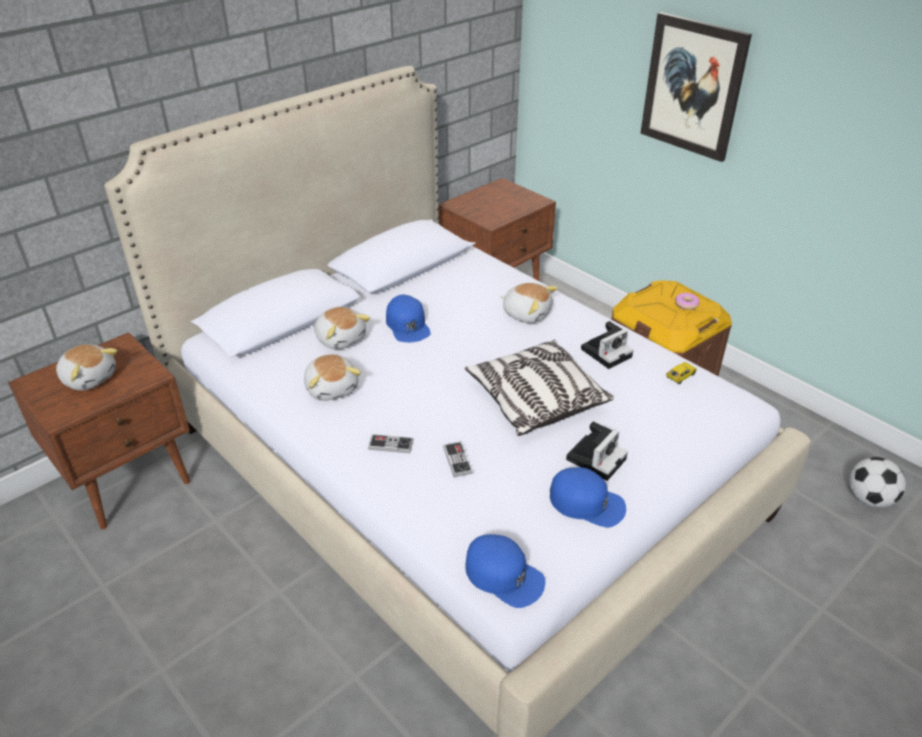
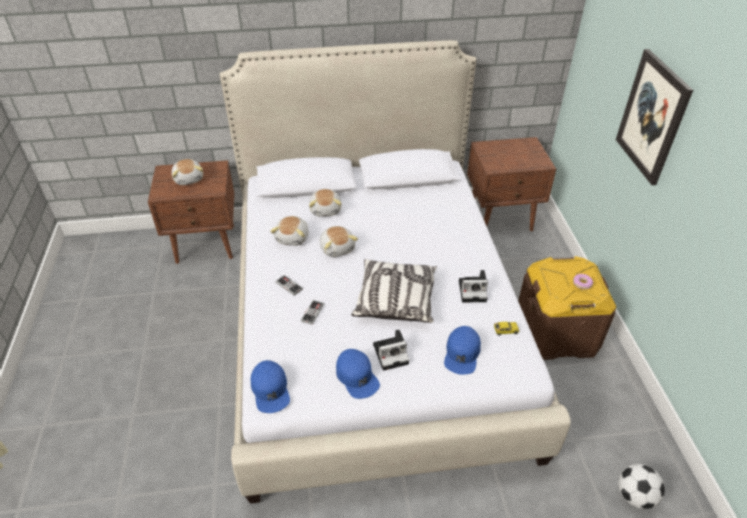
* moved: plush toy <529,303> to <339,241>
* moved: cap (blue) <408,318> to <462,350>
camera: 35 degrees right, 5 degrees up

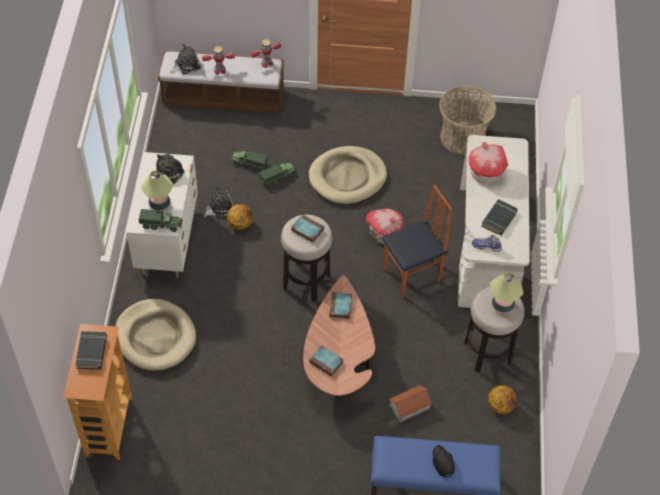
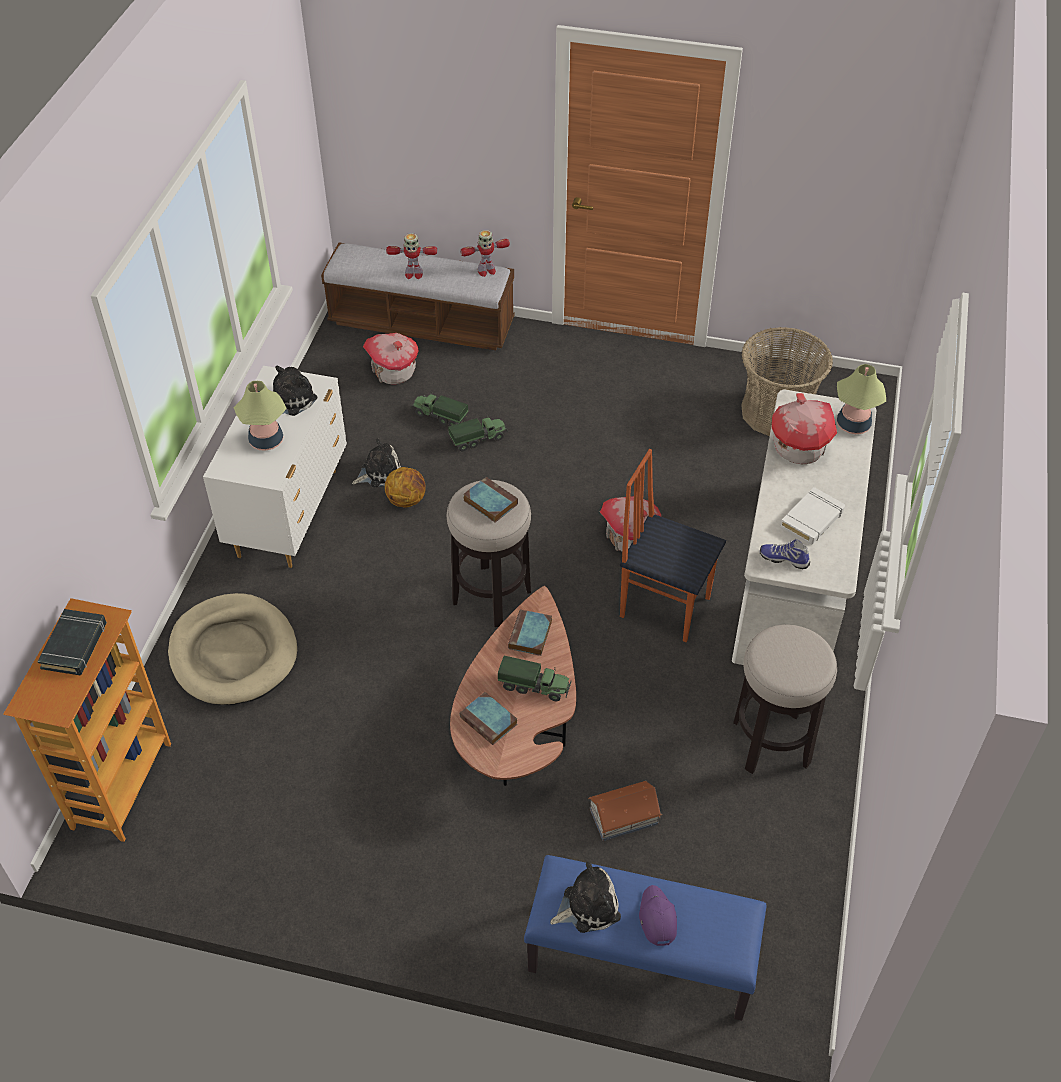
* added: toy house <390,358>
* moved: toy truck <160,220> to <535,678>
* moved: plush toy <185,59> to <585,897>
* turned: chair <417,241> = <673,545> 135 degrees counterclockwise
* recoloured: cap (black) <444,461> to cap (purple) <658,915>
* recoloured: book (black) <499,217> to book (white) <812,516>
* moved: table lamp <506,292> to <861,399>
* removed: dog bed (beige) <348,175>
* removed: basketball <502,399>
camera: 10 degrees right, 5 degrees down

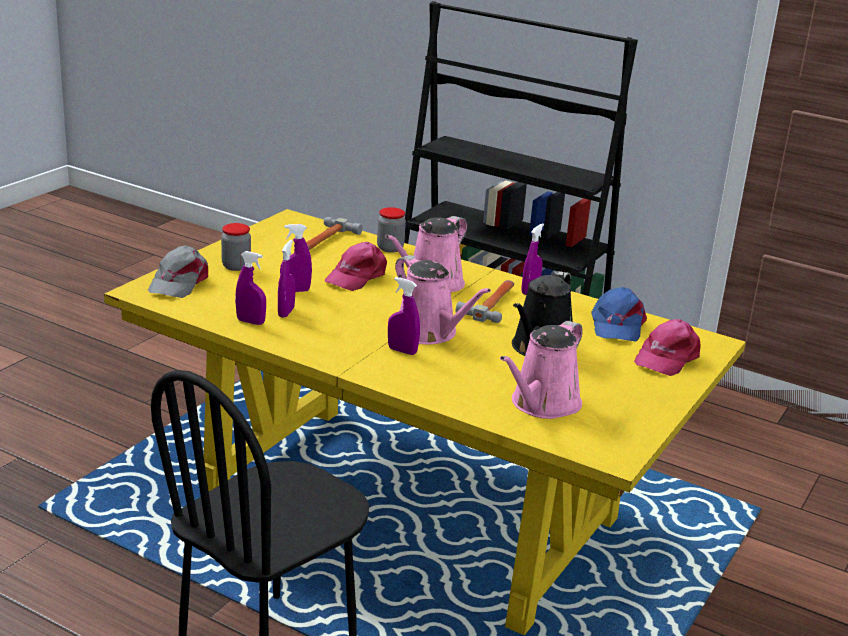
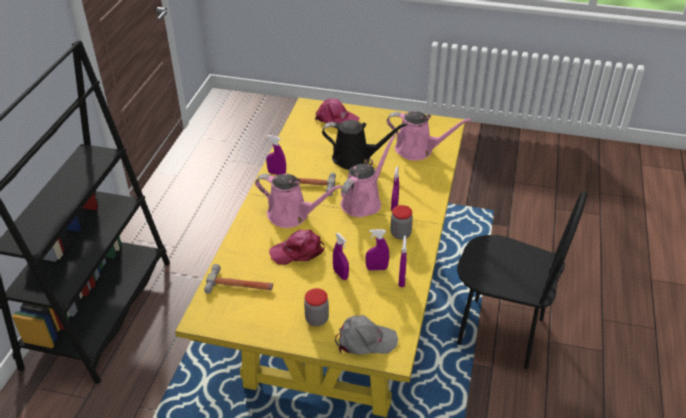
* turned: cap (pink) <356,266> = <297,247> 150 degrees clockwise
* moved: jar <391,230> to <401,222>
* removed: cap (blue) <619,314>
camera: 105 degrees left, 15 degrees up

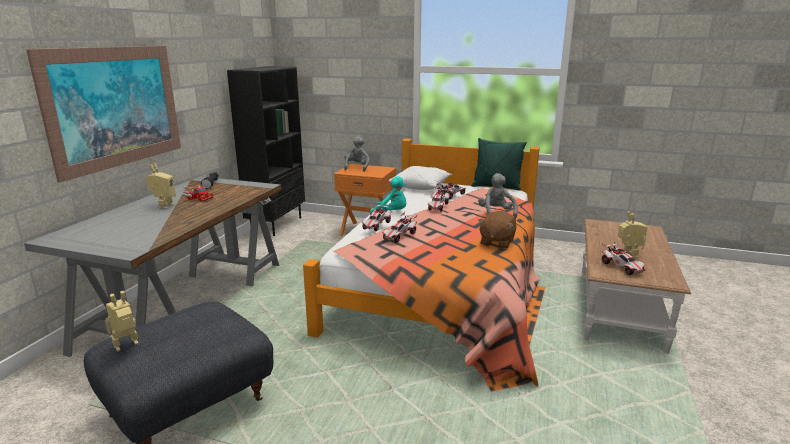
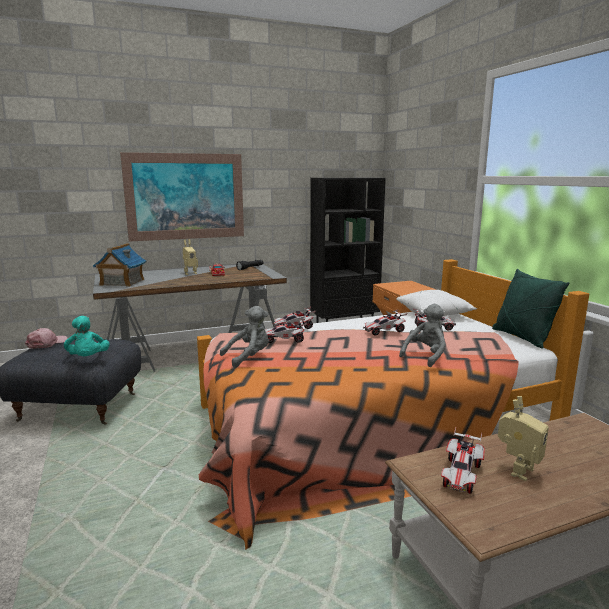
* replaced: toy robot <122,321> to cap (pink) <46,338>
* moved: plush toy (turquoise) <388,195> to <87,336>
* added: toy house <119,265>
* moved: plush toy (grey) <357,154> to <244,337>
* removed: plush toy (brown) <497,230>
camera: 50 degrees right, 5 degrees down

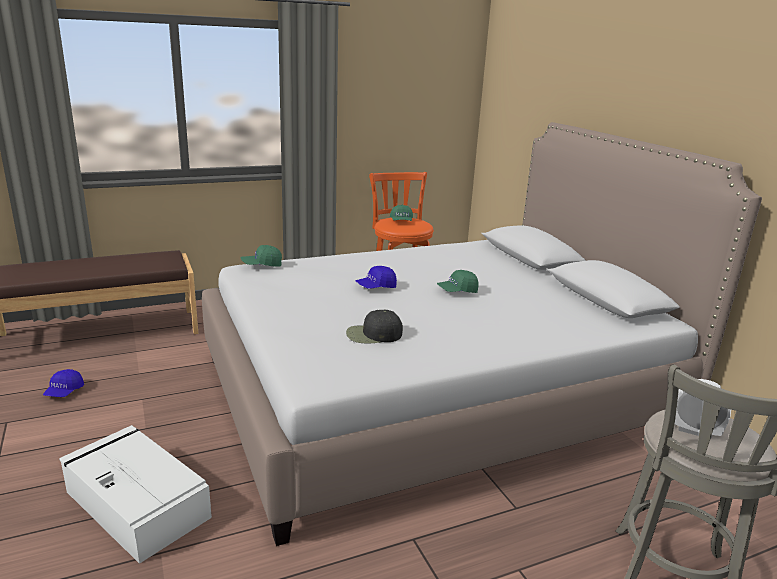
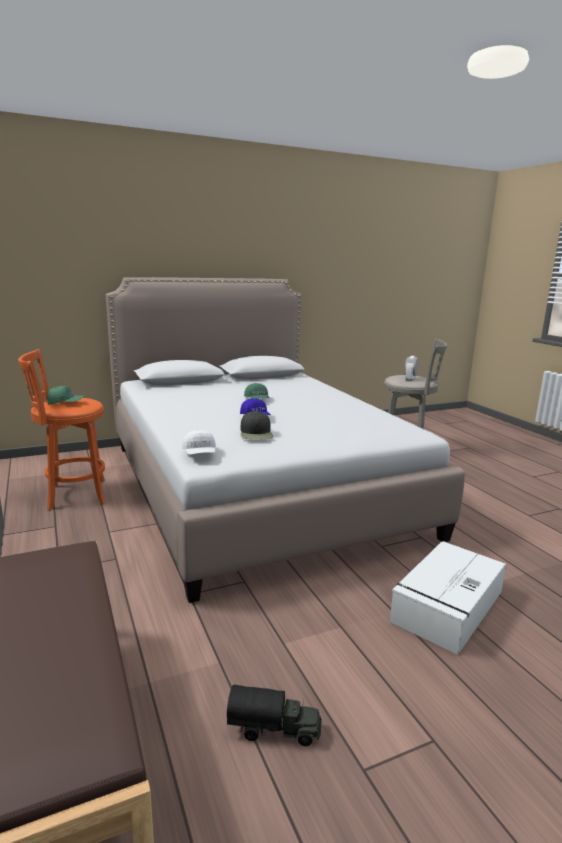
* recoloured: cap (green) <261,256> to cap (white) <199,442>
* replaced: cap (blue) <63,383> to toy truck <274,715>
* moved: cap (black) <374,326> to <257,425>
camera: 90 degrees left, 5 degrees down

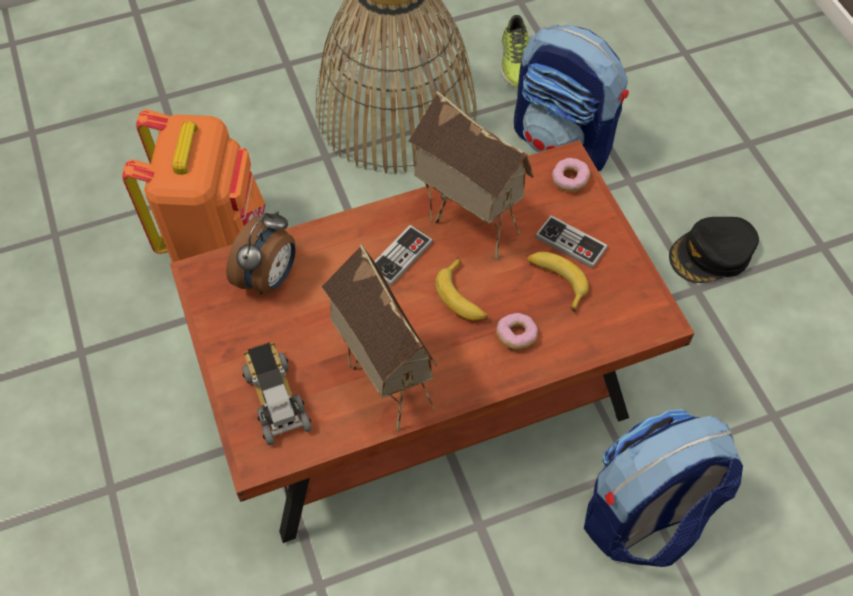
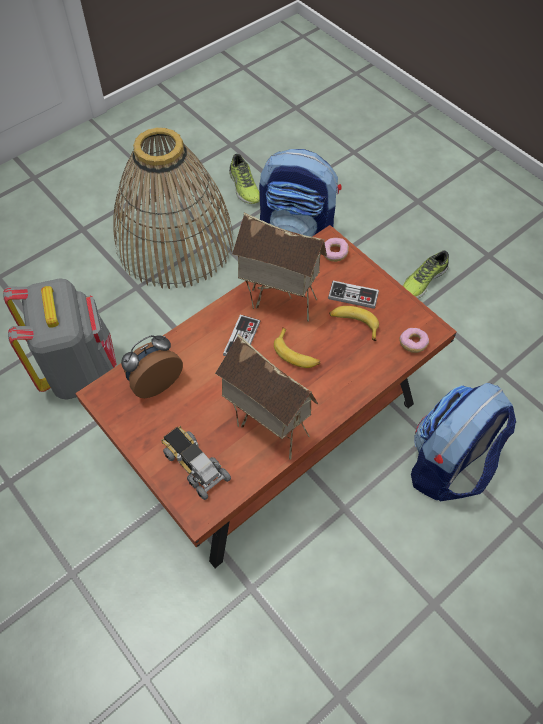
* recoloured: backpack (orange) <193,186> to backpack (grey) <60,339>
* turned: alarm clock <261,252> = <152,366> 135 degrees counterclockwise
* moved: donut <517,331> to <414,340>
* replaced: cap (black) <714,250> to shoe <426,275>
camera: 20 degrees left, 0 degrees up

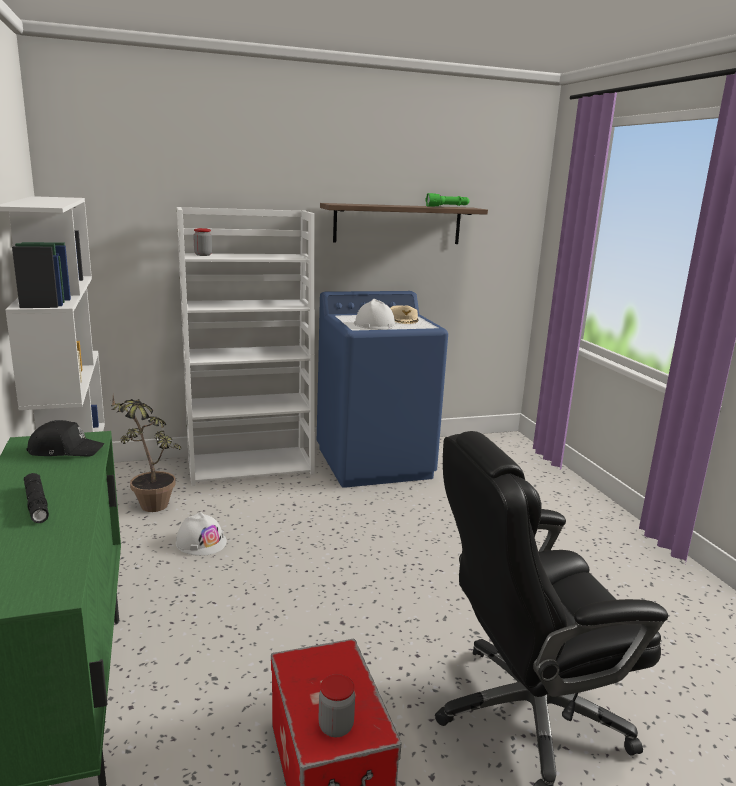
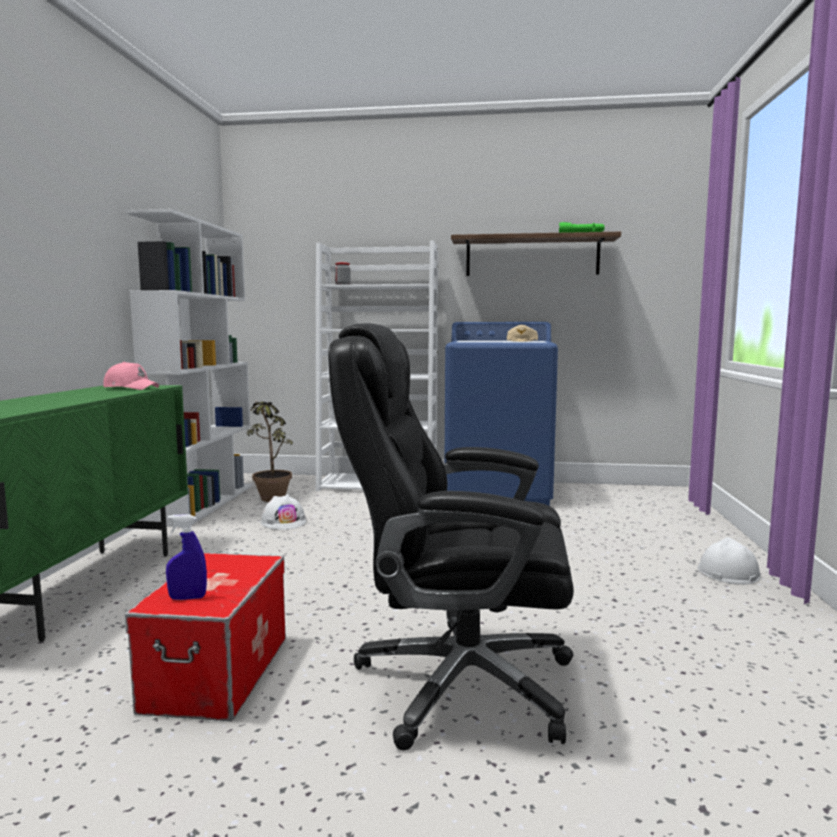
* recoloured: cap (black) <65,438> to cap (pink) <131,376>
* replaced: jar <337,705> to spray bottle (blue) <186,557>
* moved: hard hat (white) <374,314> to <729,561>
* removed: flashlight (black) <36,498>
camera: 25 degrees right, 10 degrees down

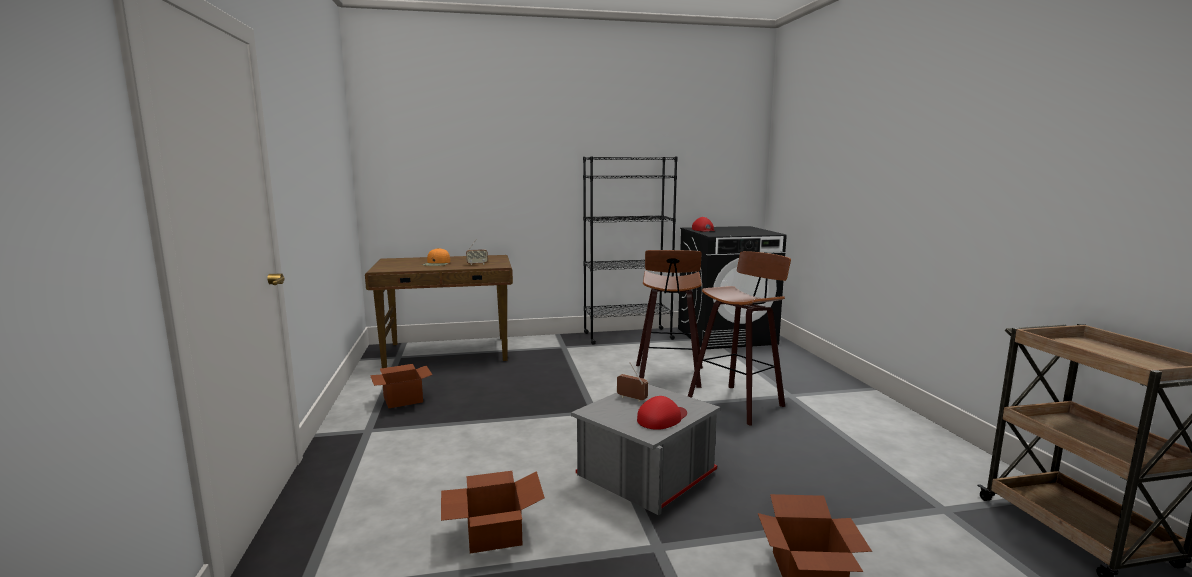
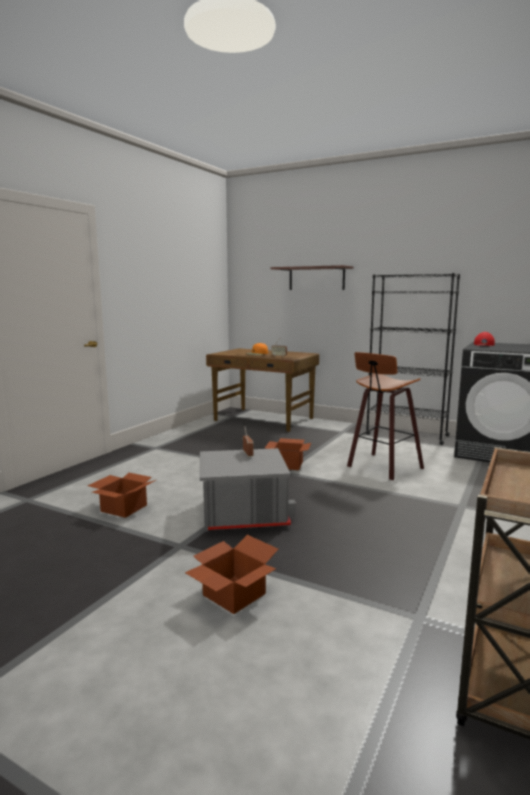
* moved: cardboard box <401,386> to <288,454>
* added: shelf <311,277>
* removed: cap (red) <662,413>
* removed: stool <739,338>
camera: 40 degrees right, 0 degrees up

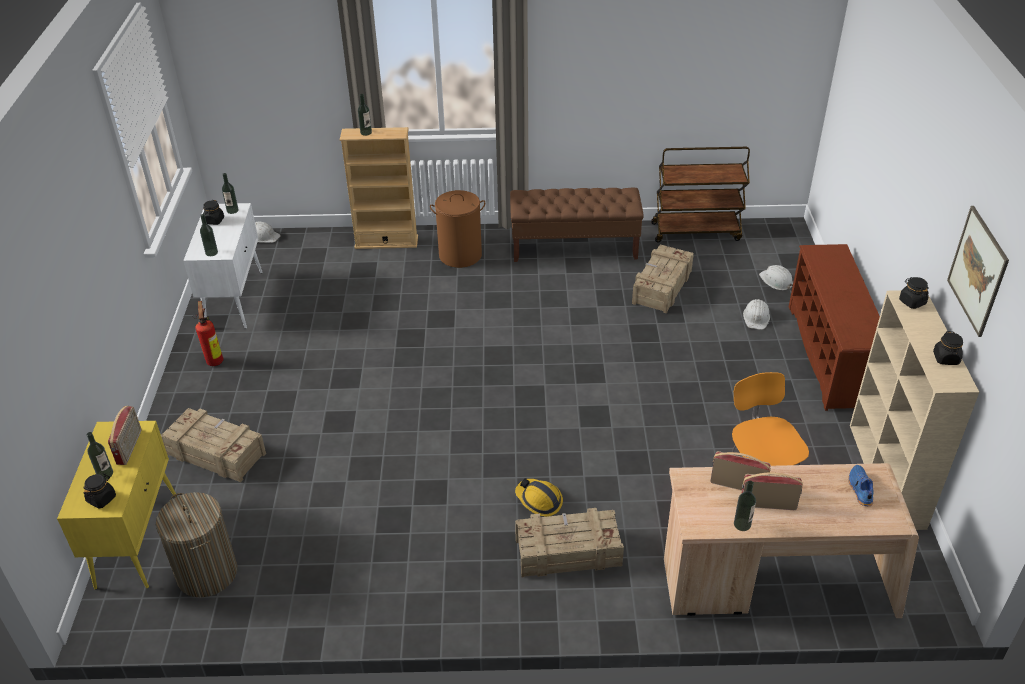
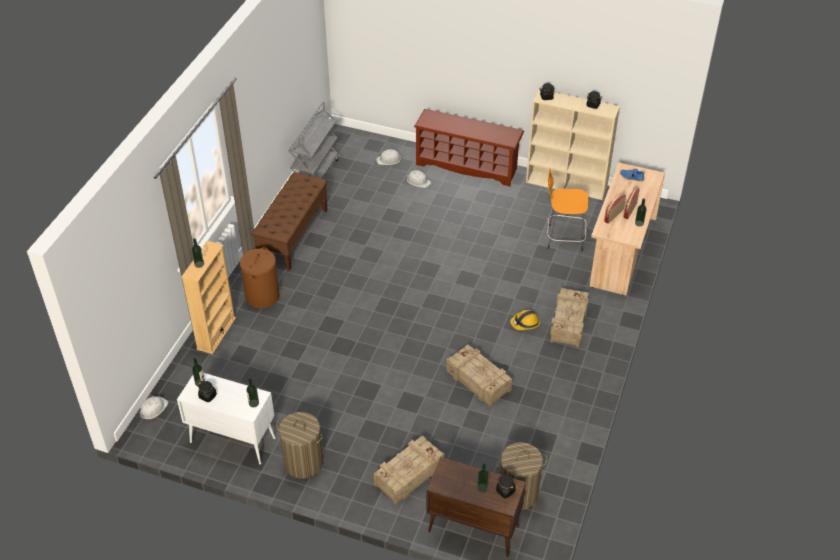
* replaced: fire extinguisher <208,333> to laundry basket <299,445>
* recoloured: cart (brown) <700,195> to cart (grey) <313,140>
* recoloured: cabinet (yellow) <116,505> to cabinet (brown) <476,507>
* moved: crate <663,279> to <479,375>
* removed: radio <124,435>
* removed: picture <978,271>
camera: 70 degrees left, 5 degrees up

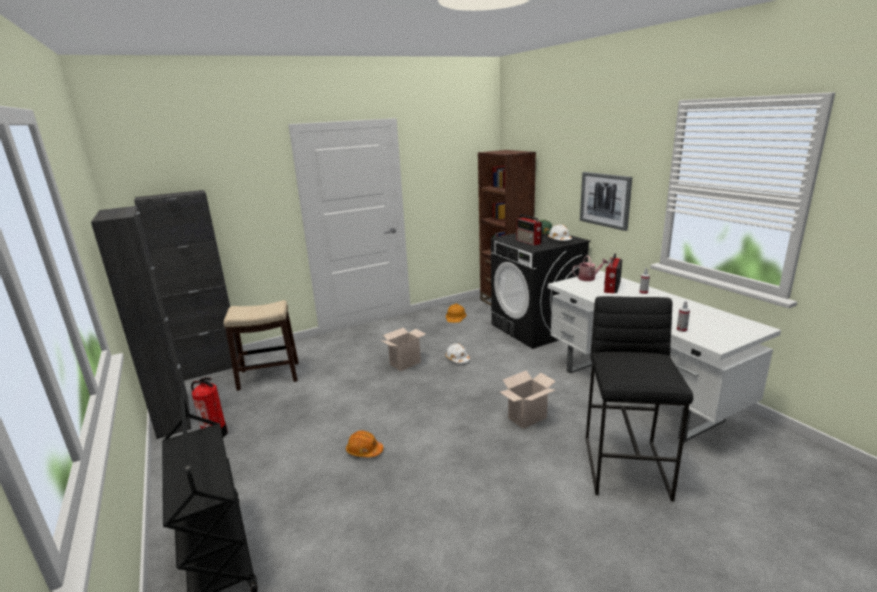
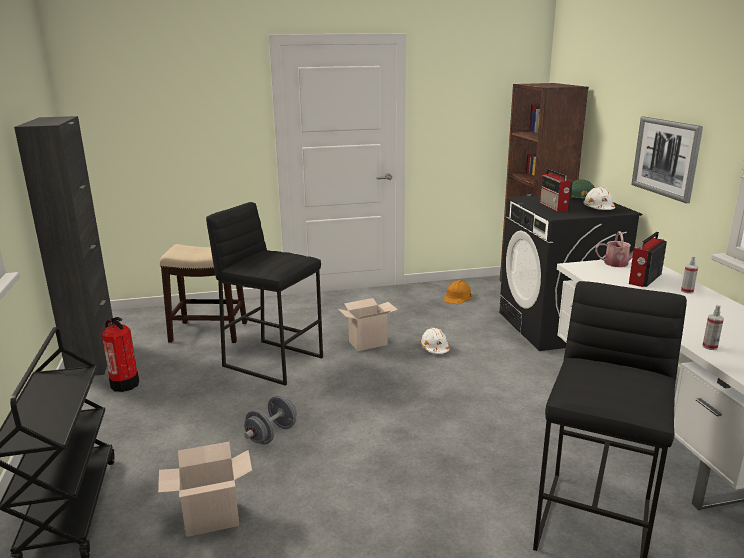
* moved: cardboard box <528,399> to <205,489>
* added: stool (black) <264,294>
* replaced: hard hat (orange) <364,443> to dumbbell (grey) <270,420>
* removed: cabinet (black) <187,285>
camera: 15 degrees right, 0 degrees up

